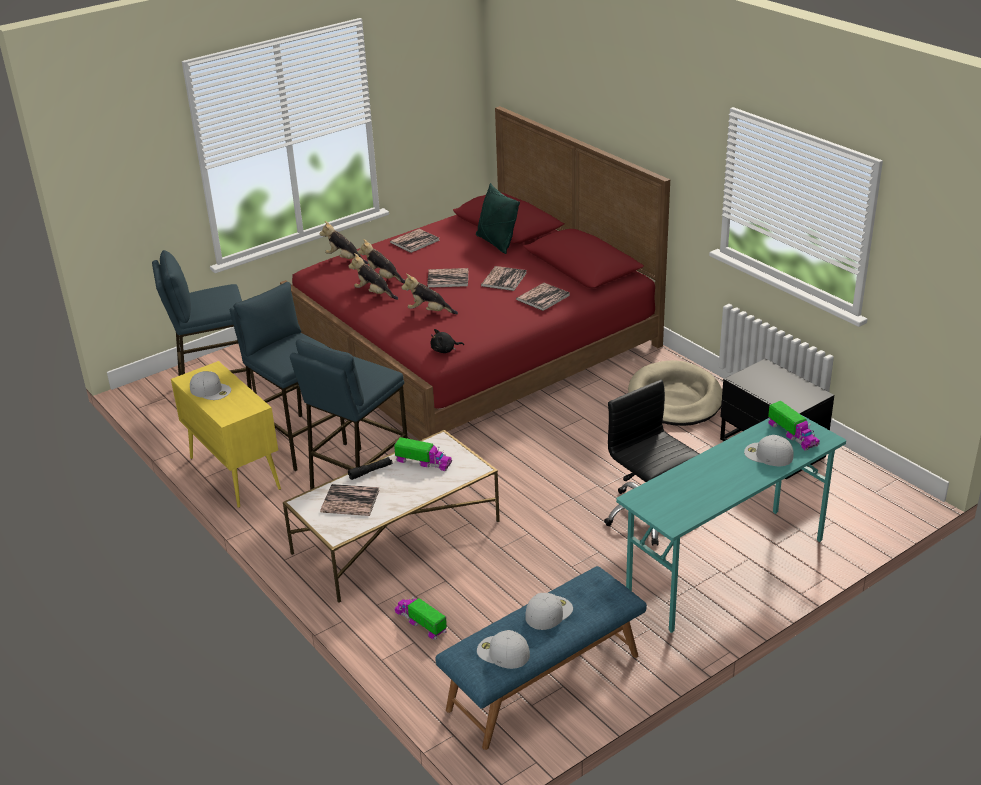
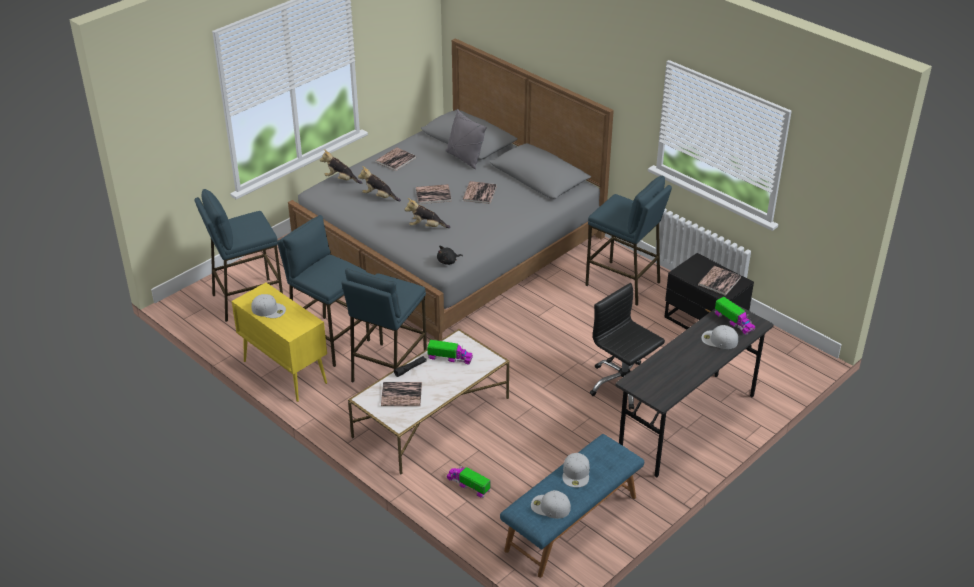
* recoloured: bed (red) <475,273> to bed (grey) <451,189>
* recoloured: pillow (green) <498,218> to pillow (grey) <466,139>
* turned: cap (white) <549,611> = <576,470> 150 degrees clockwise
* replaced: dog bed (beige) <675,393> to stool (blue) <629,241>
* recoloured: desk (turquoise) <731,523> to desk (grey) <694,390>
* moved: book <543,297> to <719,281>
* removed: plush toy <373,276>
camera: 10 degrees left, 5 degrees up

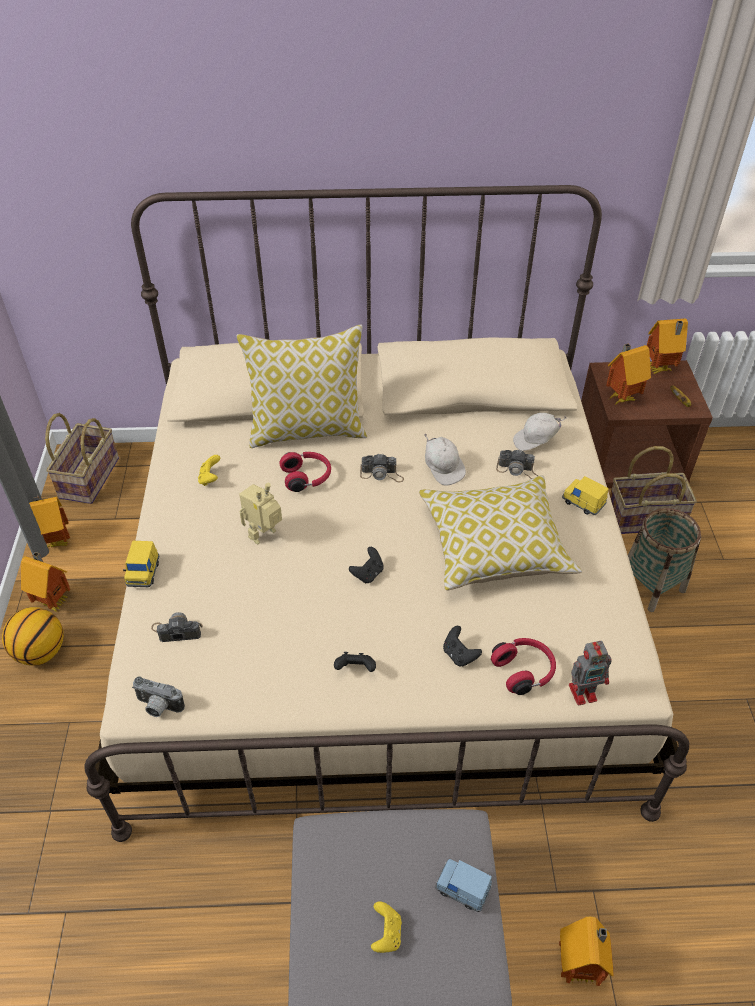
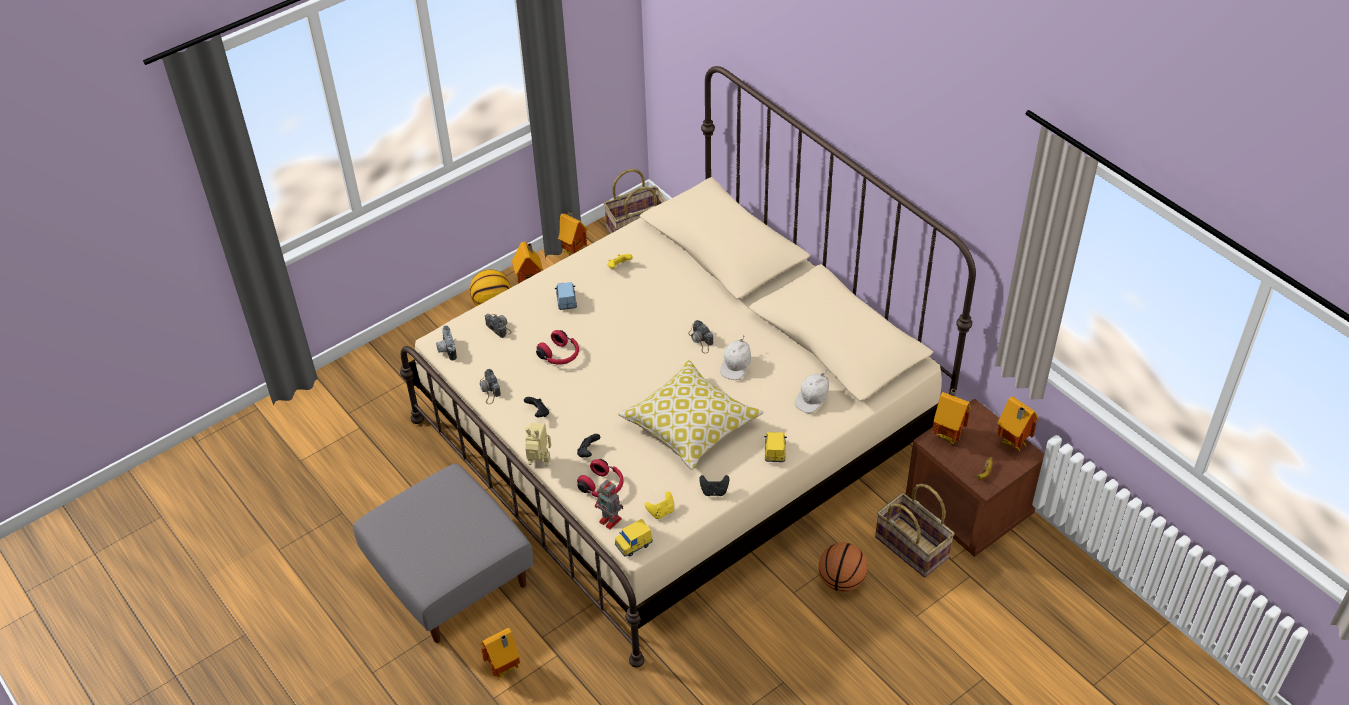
* moved: photo camera <517,464> to <490,386>
* moved: toy robot <260,514> to <538,444>
* moved: headphones (red) <305,472> to <557,347>
* moved: toy car (blue) <463,885> to <566,296>
* moved: toy car (yellow) <141,564> to <634,537>
* moved: game controller (yellow) <386,927> to <659,505>
* moved: game controller (black) <366,565> to <714,485>
* turned: cap (white) <539,432> = <812,391> 90 degrees counterclockwise
* replaced: basket <664,560> to basketball <843,567>
* removed: pillow <301,386>
camera: 55 degrees right, 0 degrees up

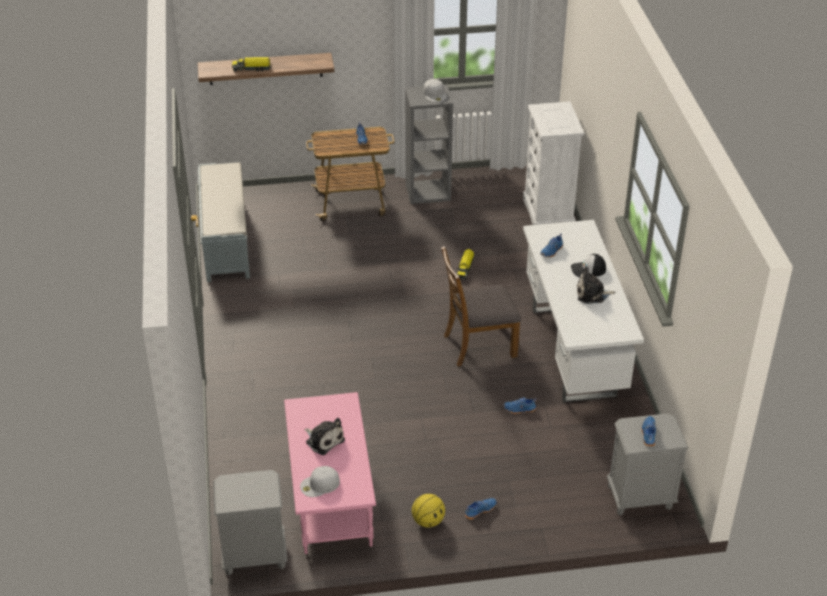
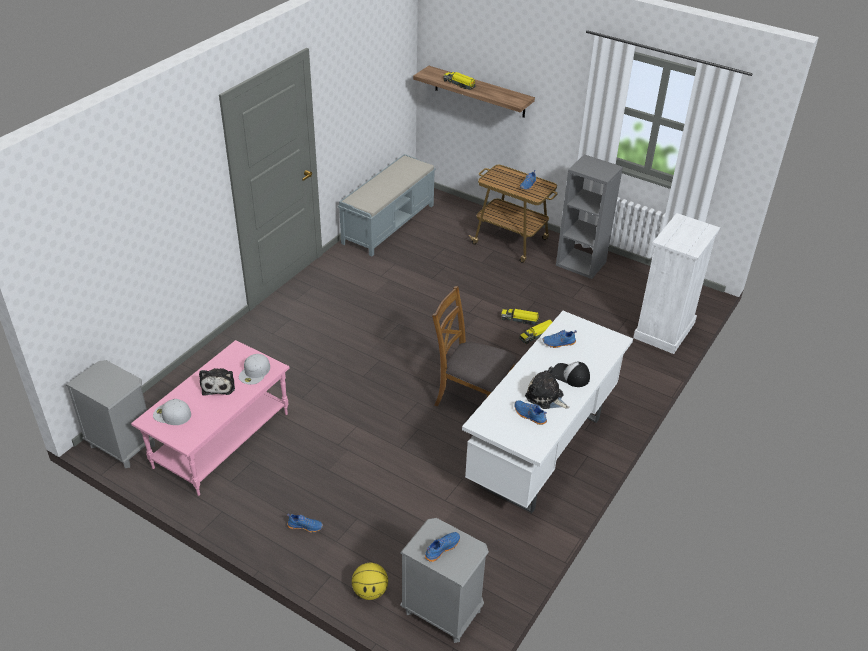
* moved: cap (white) <435,90> to <254,369>
* moved: basketball <428,511> to <370,581>
* added: toy truck <520,316>
* moved: shoe (blue) <520,405> to <530,412>
camera: 40 degrees right, 0 degrees up

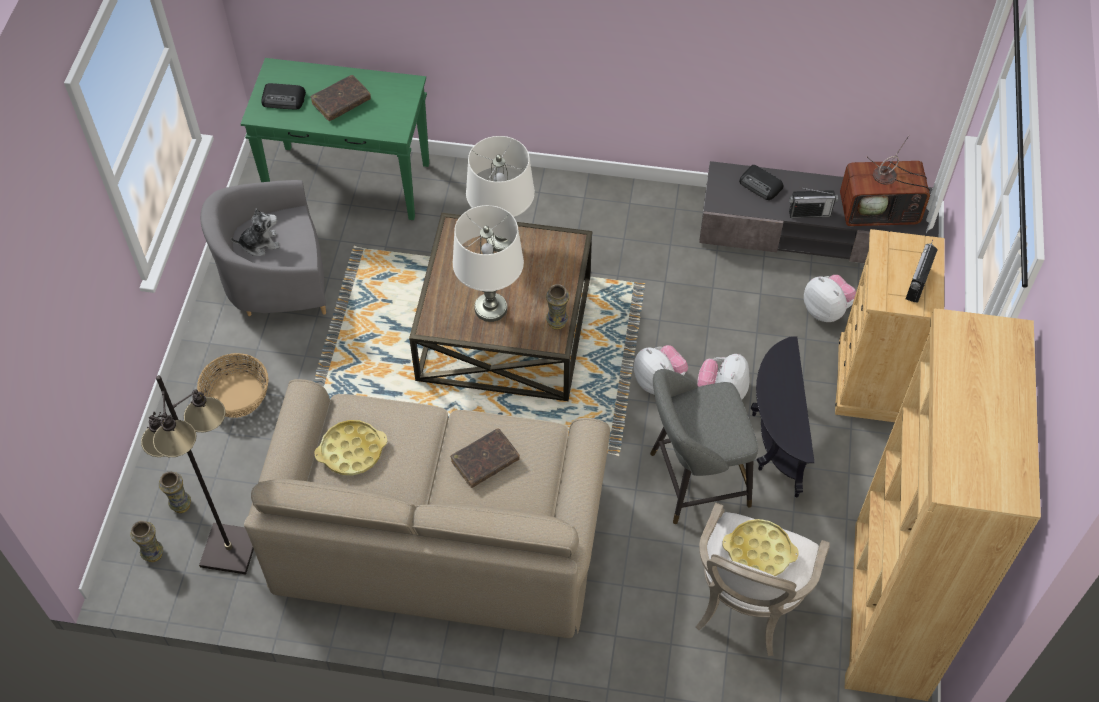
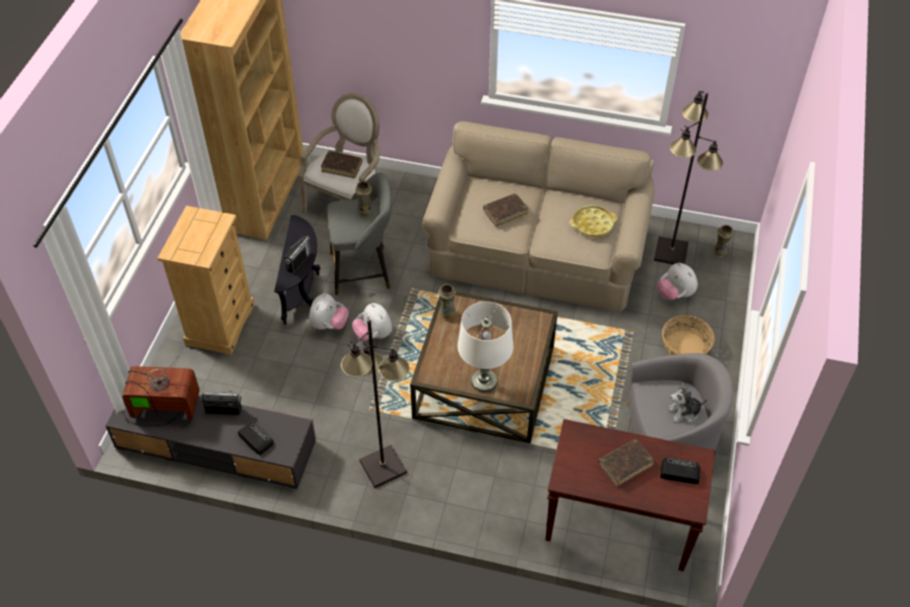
* moved: radio <922,271> to <297,255>
* replaced: tray (yellow) <760,547> to book (brown) <341,164>
* added: floor lamp (black) <375,403>
* moved: vase <175,492> to <364,199>
* recoloured: console table (green) <335,139> to console table (brown) <630,495>
* moved: plush toy <830,298> to <678,281>
* removed: table lamp (white) <488,263>
camera: 175 degrees left, 5 degrees down

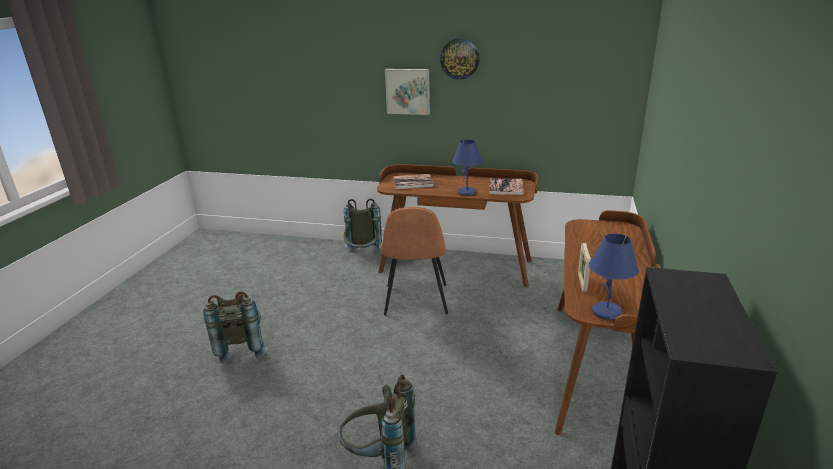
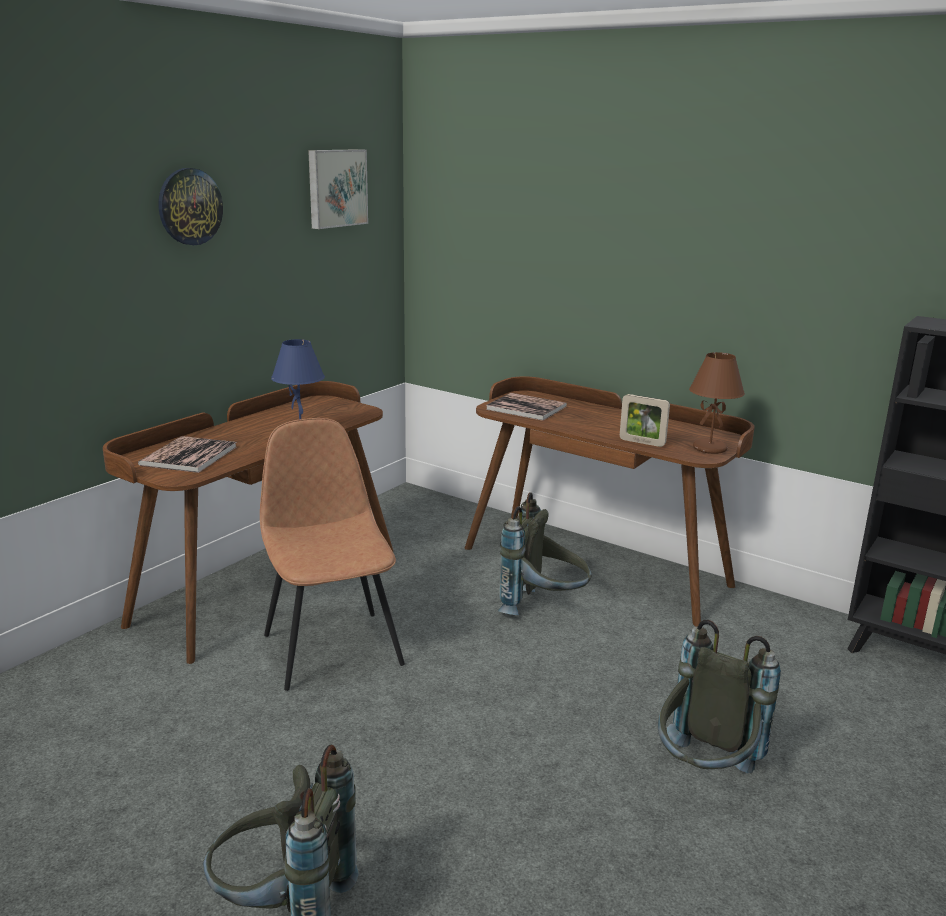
* turned: chair (brown) <415,261> = <332,554> 135 degrees counterclockwise
* moved: picture <407,92> to <338,189>
* moved: book <506,186> to <526,407>
* moved: backpack (grey) <363,225> to <545,553>
* recoloured: table lamp (blue) <614,276> to table lamp (brown) <717,403>
camera: 70 degrees left, 5 degrees down

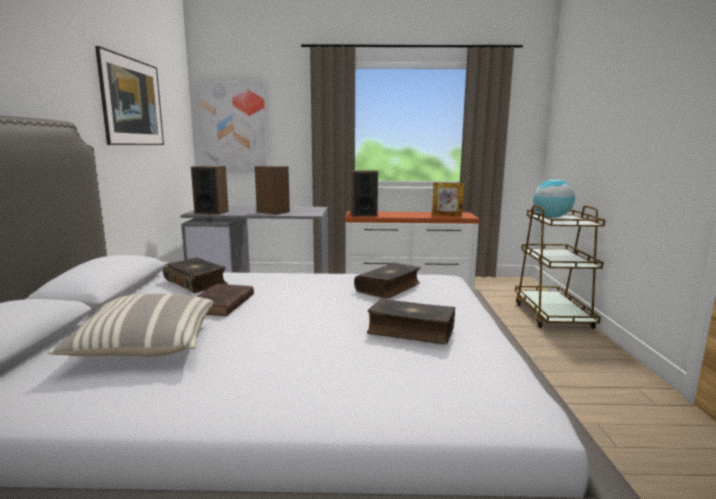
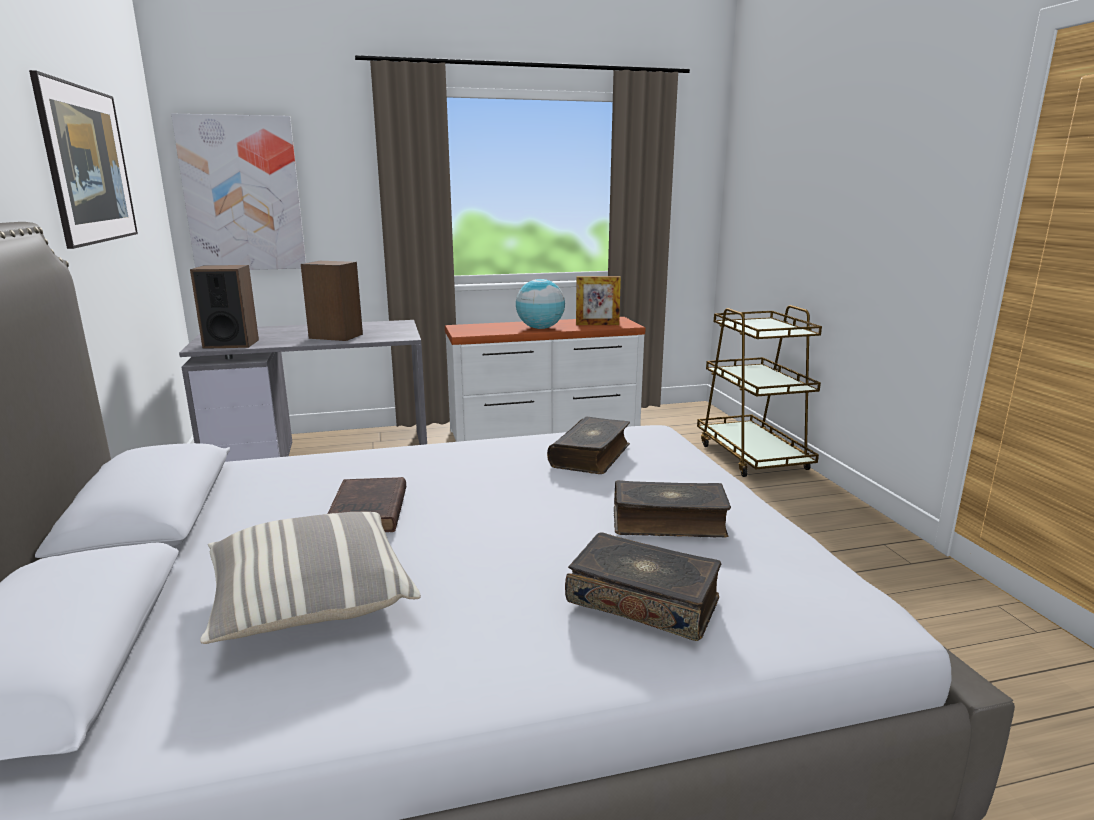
* moved: globe <554,198> to <540,304>
* moved: book <195,275> to <643,586>
* removed: speaker <364,193>
camera: 15 degrees left, 5 degrees up

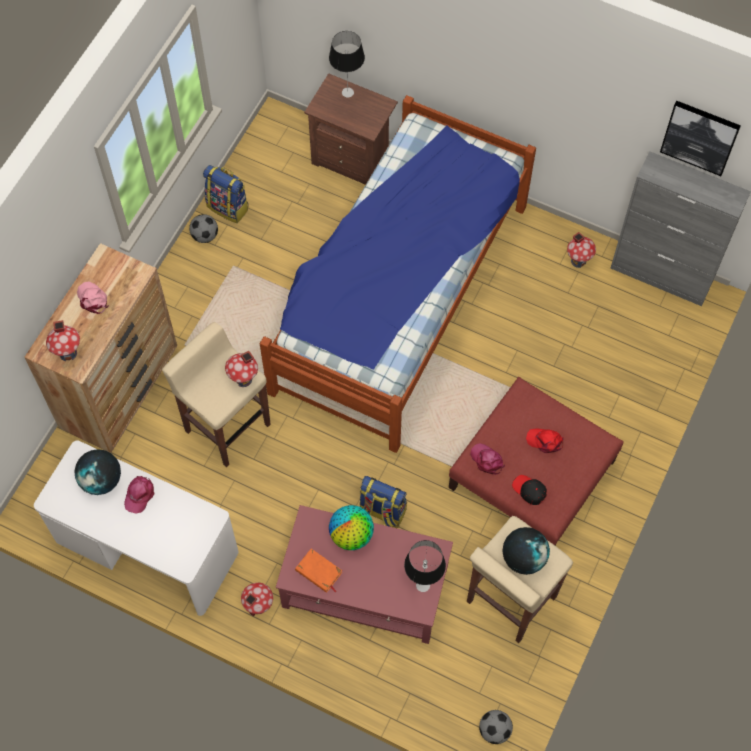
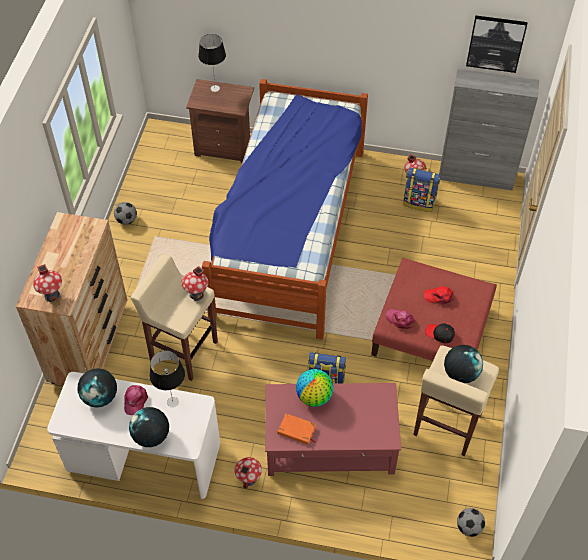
* added: globe <149,427>
* moved: table lamp <425,566> to <167,379>
* moved: backpack <226,194> to <421,189>
* removed: cap (pink) <93,298>
camera: 15 degrees left, 10 degrees down

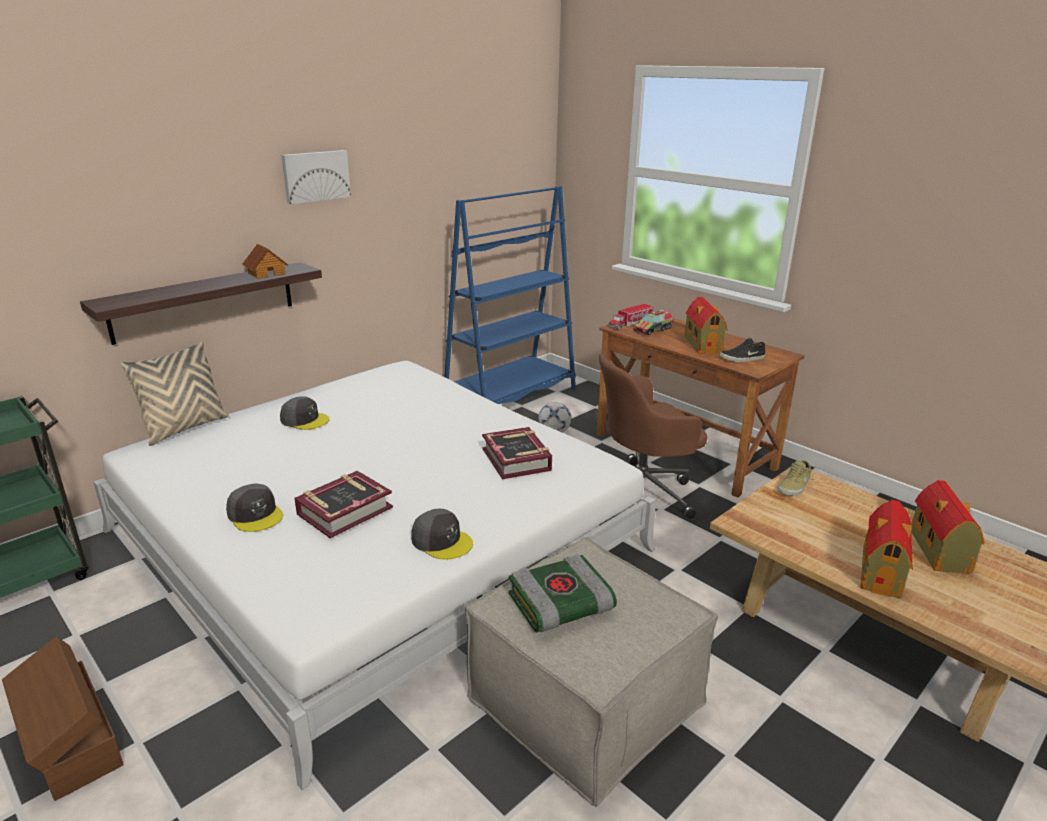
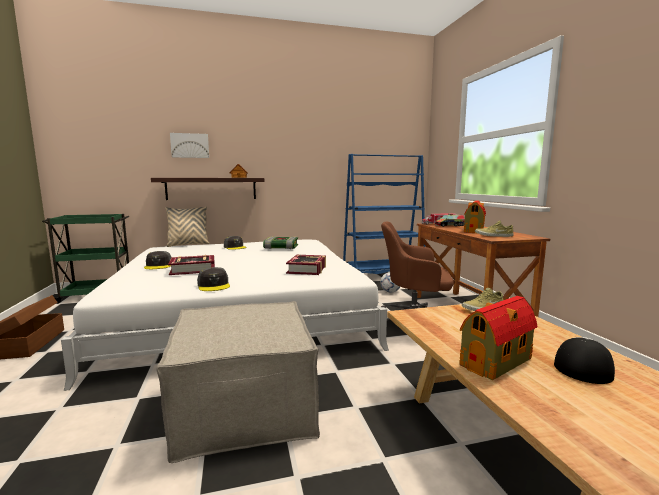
* moved: picture <316,177> to <189,145>
* moved: book <563,593> to <280,242>
* recoloured: shoe (black) <742,350> to shoe (beige) <494,229>
* replaced: toy house <948,527> to cap <584,360>
camera: 30 degrees right, 15 degrees down

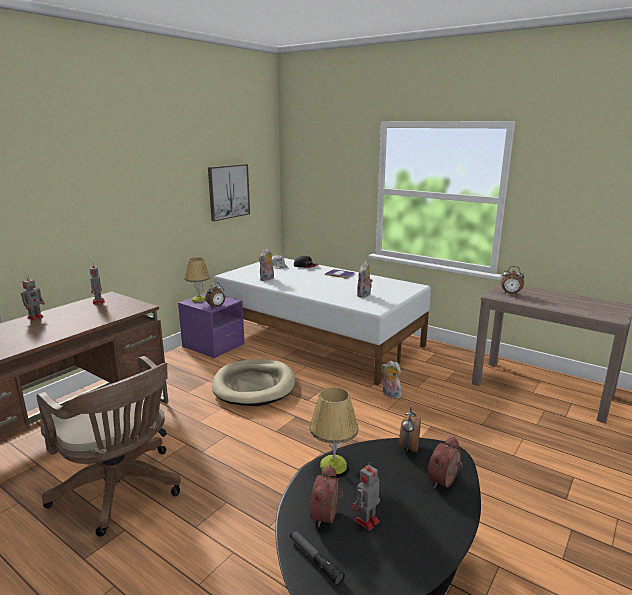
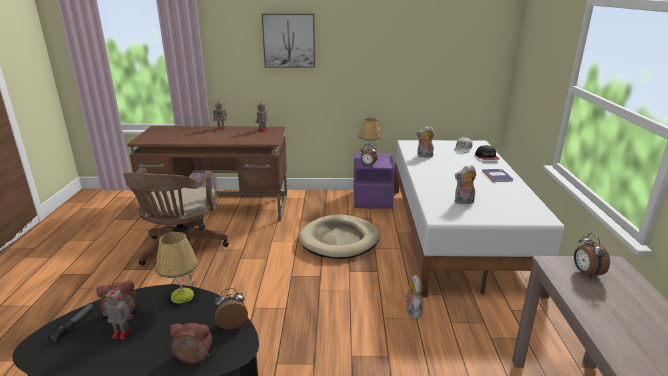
* moved: picture <229,192> to <288,41>
camera: 55 degrees right, 5 degrees up

